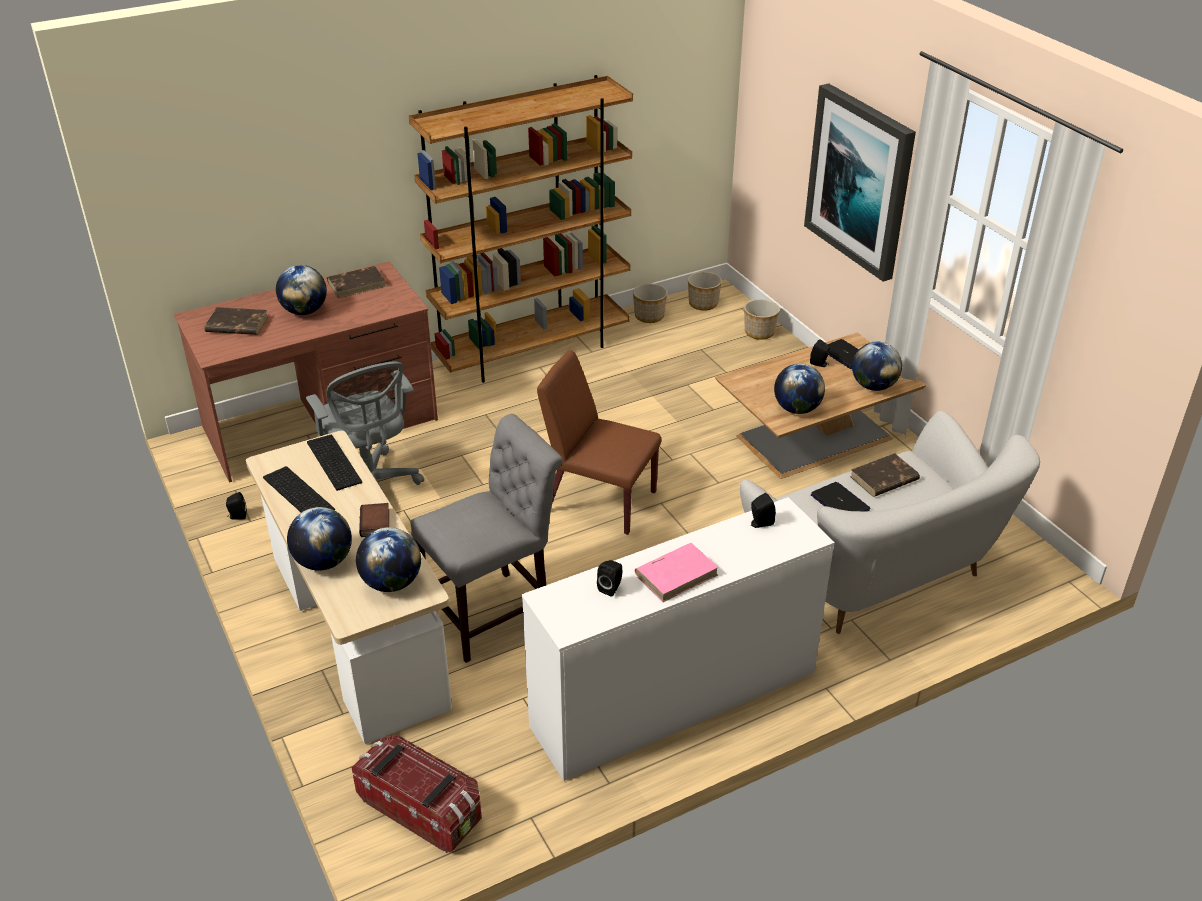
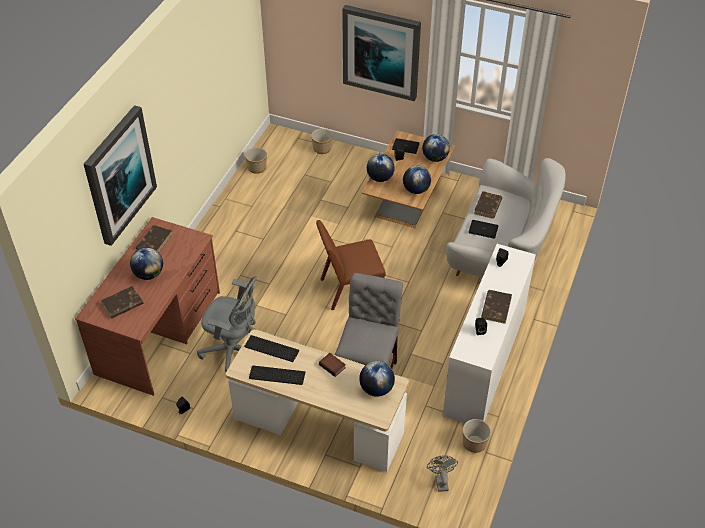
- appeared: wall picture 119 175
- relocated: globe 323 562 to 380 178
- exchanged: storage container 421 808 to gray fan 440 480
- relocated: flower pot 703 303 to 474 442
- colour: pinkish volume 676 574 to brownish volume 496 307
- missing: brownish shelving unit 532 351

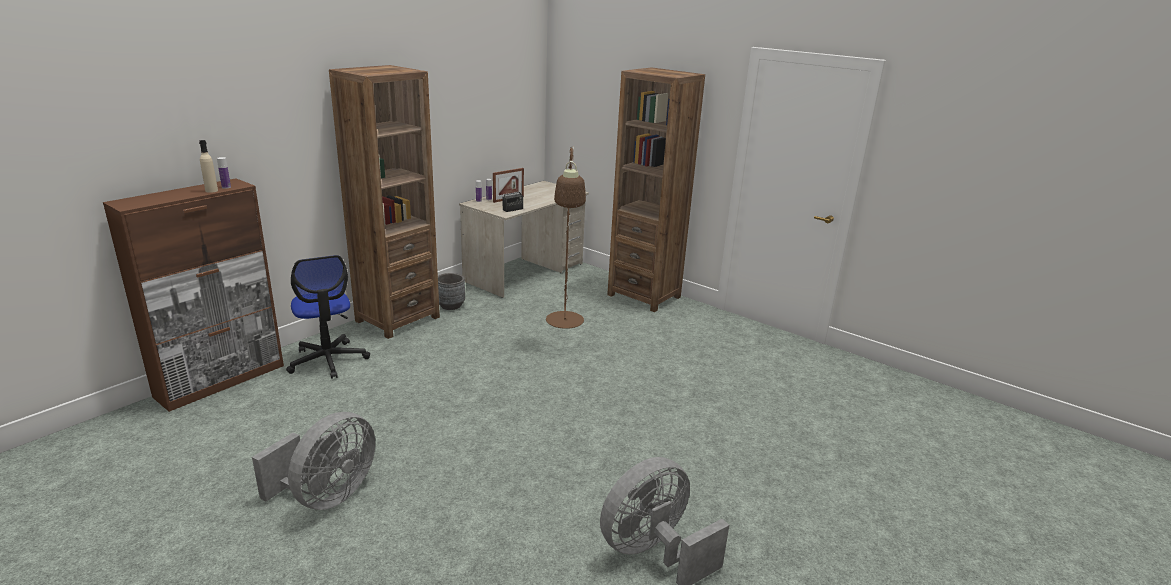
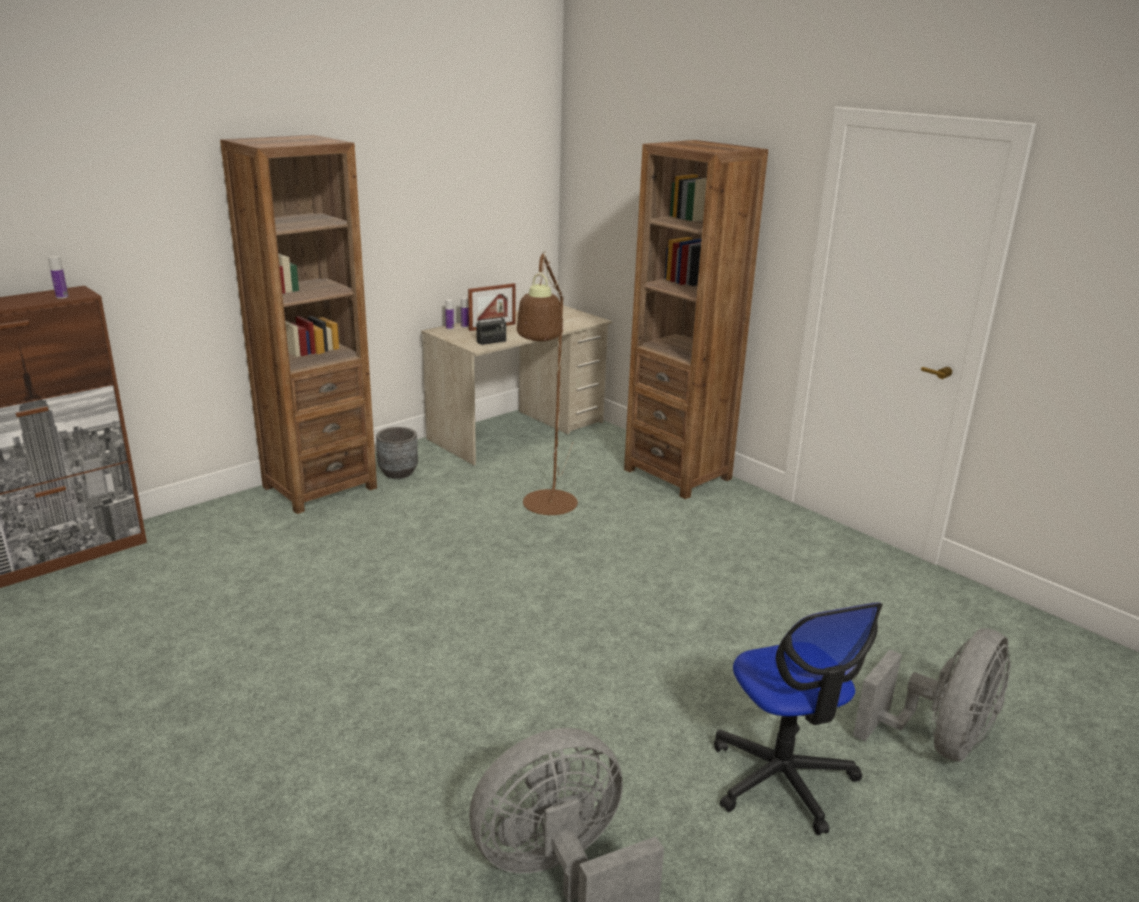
- relocated: computer chair 328 360 to 782 779
- relocated: gray fan 327 496 to 938 742
- missing: beige bottle 211 190

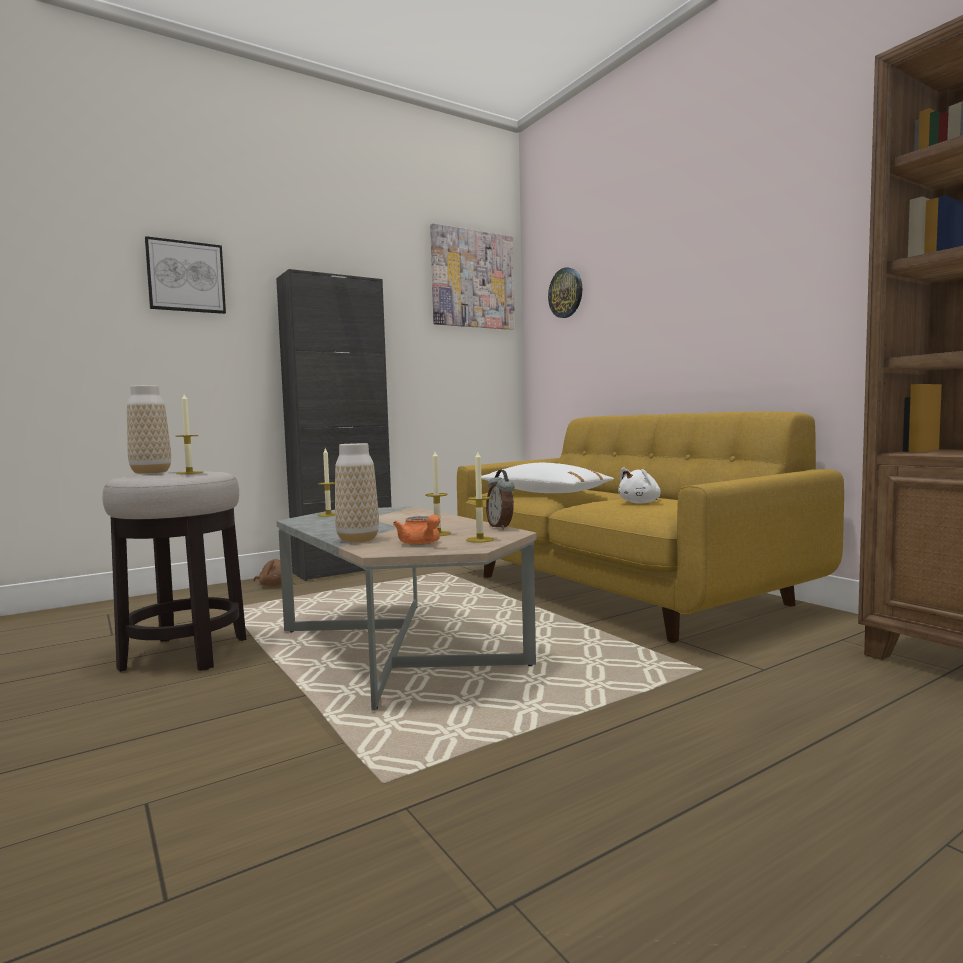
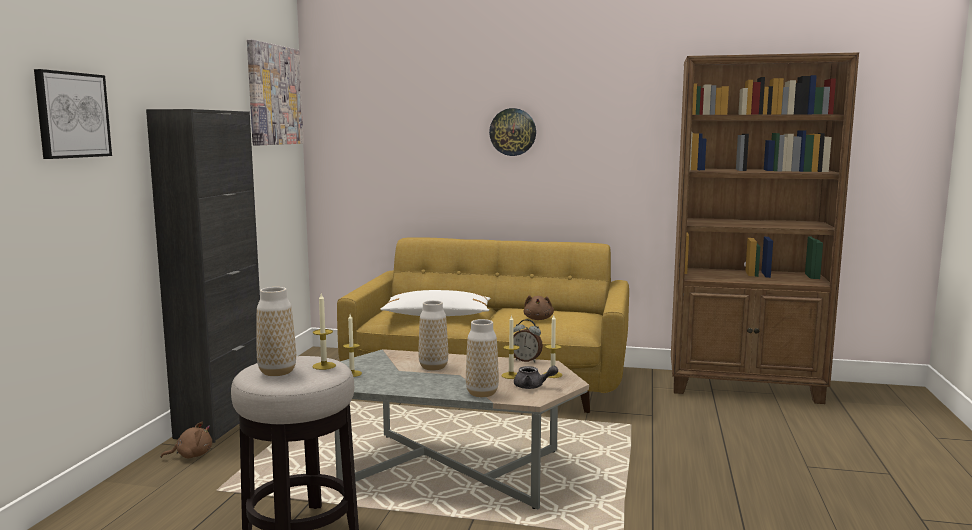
- appeared: decorative vase 433 367
- relocated: clock on the wall 566 293 to 513 132
- colour: orangey teapot 421 543 to gray teapot 533 386
- colour: white plush toy 641 503 to brownish plush toy 538 319

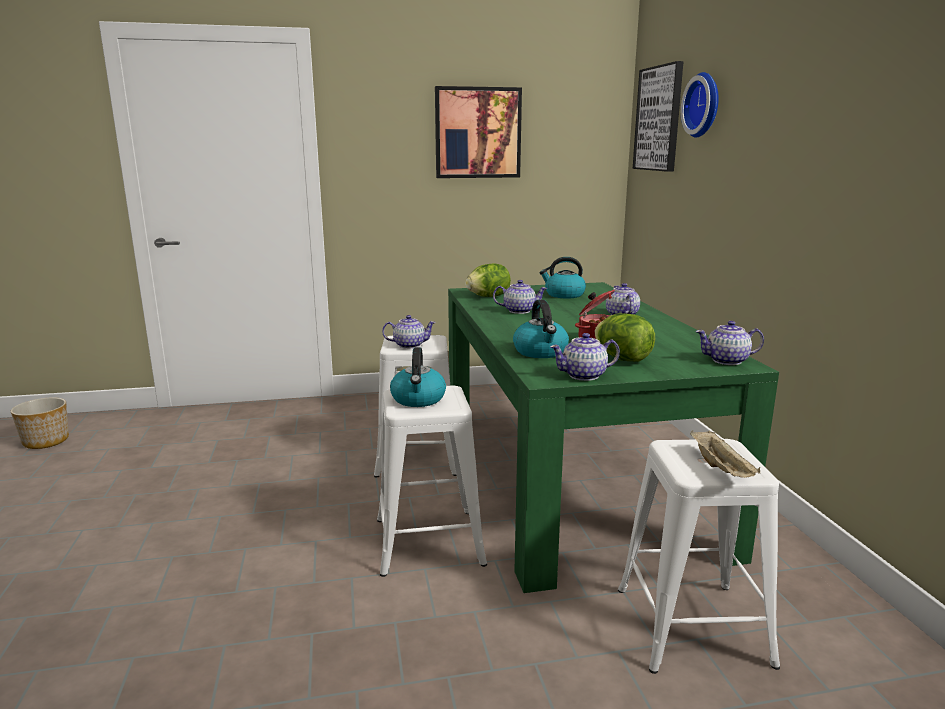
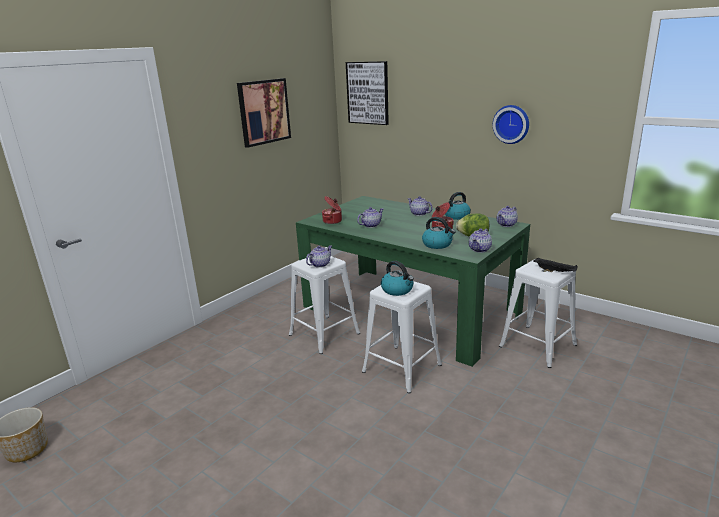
- exchanged: lettuce head 488 297 to saucepot 333 221
- relocated: kettle 564 295 to 456 216
- relocated: clock on the wall 704 105 to 511 124
- colour: beige carrying tray 721 469 to black-coloured carrying tray 555 271

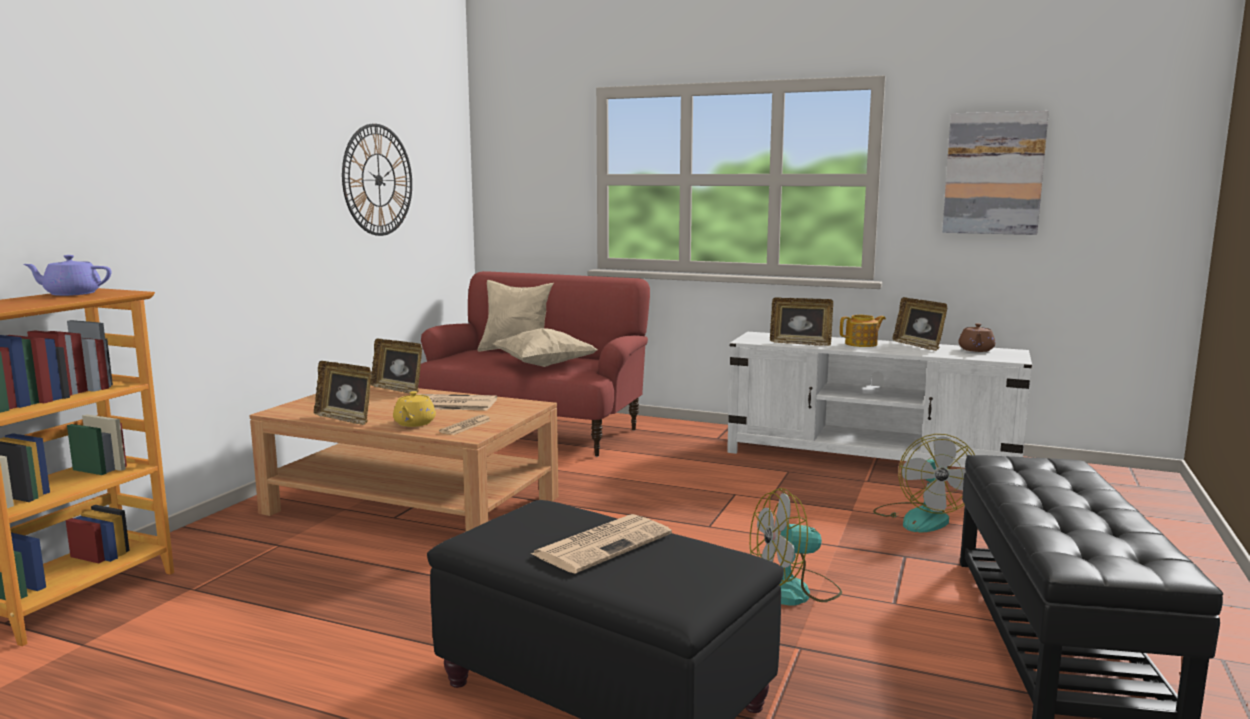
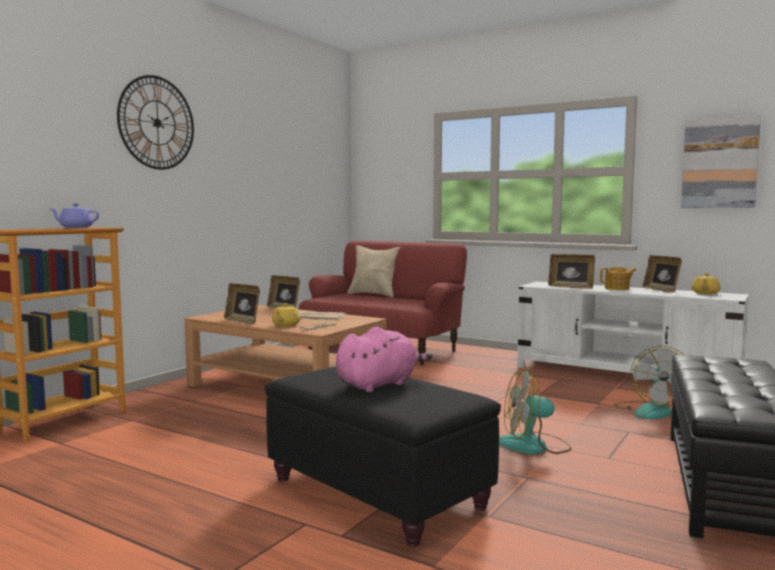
- relocated: clock on the wall 378 180 to 157 123
- exchanged: daily paper 603 544 to pinkish plush toy 379 384
- colour: brownish teapot 976 350 to yellow-coloured teapot 705 293
- missing: beige pillow 544 365

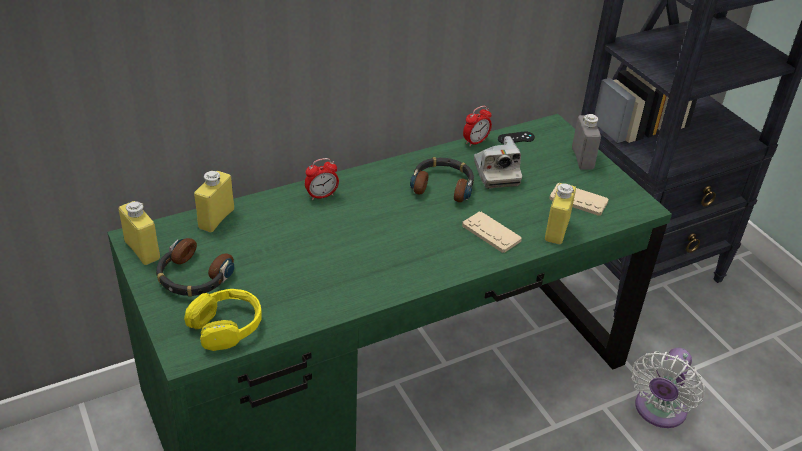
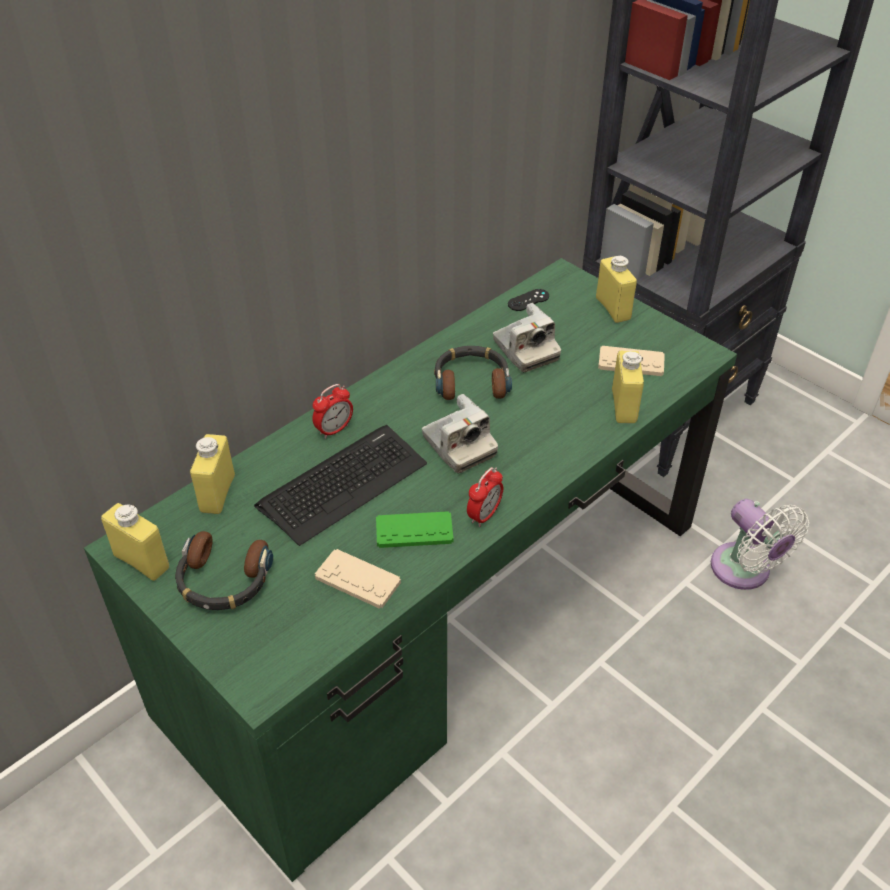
- appeared: keyboard 343 484
- relocated: beige game controller 491 233 to 357 579
- appeared: green-coloured game controller 414 531
- appeared: photo camera 459 446
- relocated: table clock 475 142 to 484 515
- colour: gray bottle 582 158 to yellow-coloured bottle 613 308
- spun: white fan 658 411 = 744 571 45 degrees counterclockwise
- missing: yellow-coloured headset 226 327

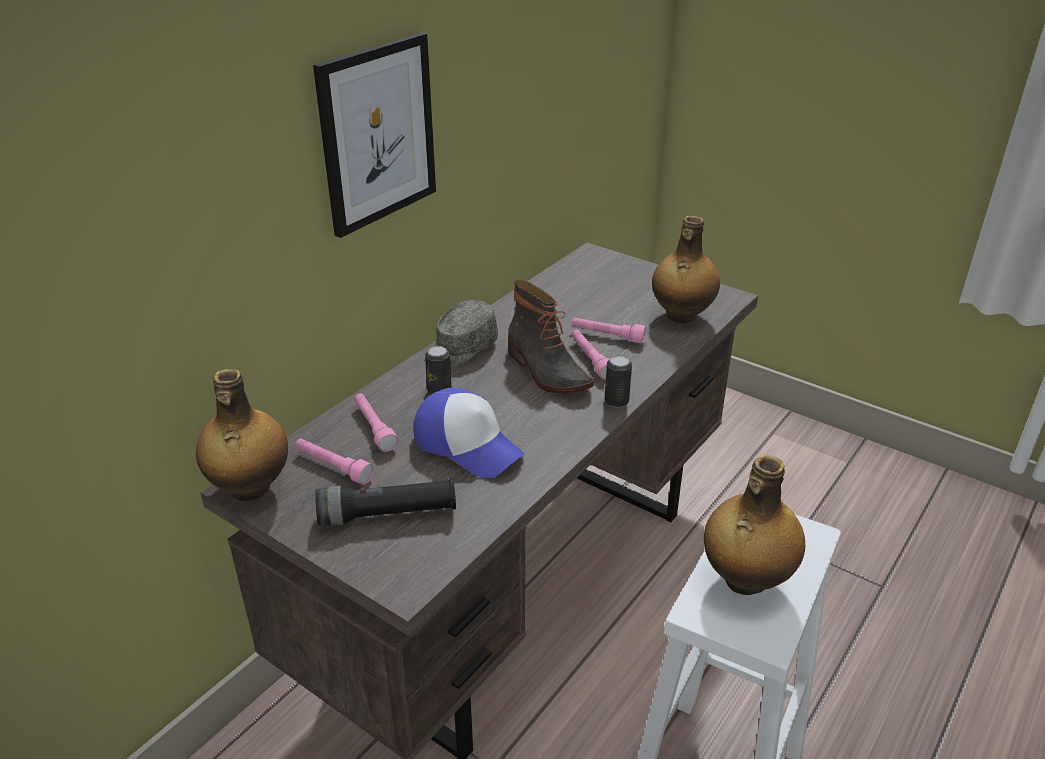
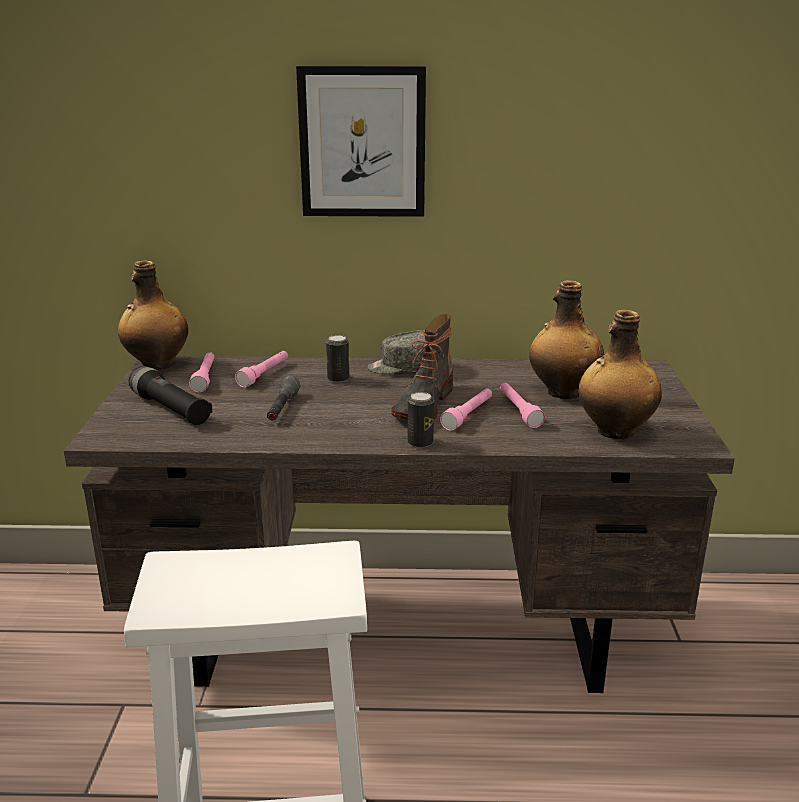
- exchanged: cap 468 445 to gray torch 282 408
- relocated: bottle 744 580 to 562 392

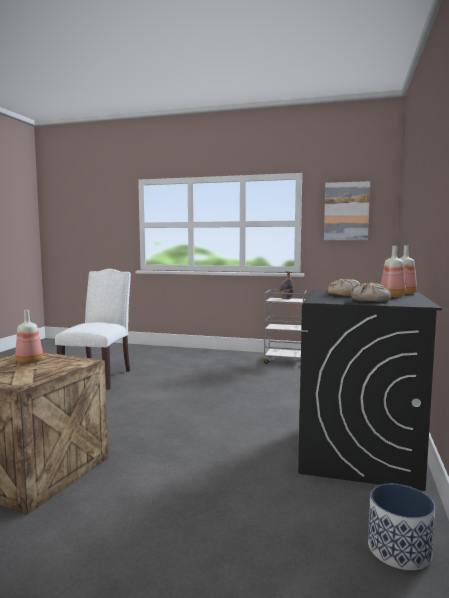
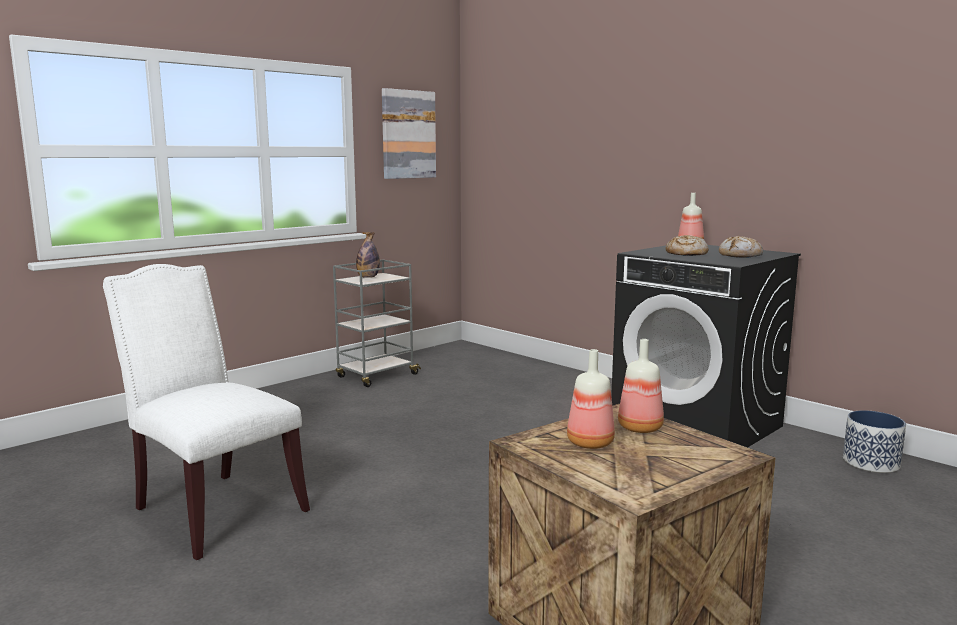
- relocated: bottle 393 296 to 640 427

